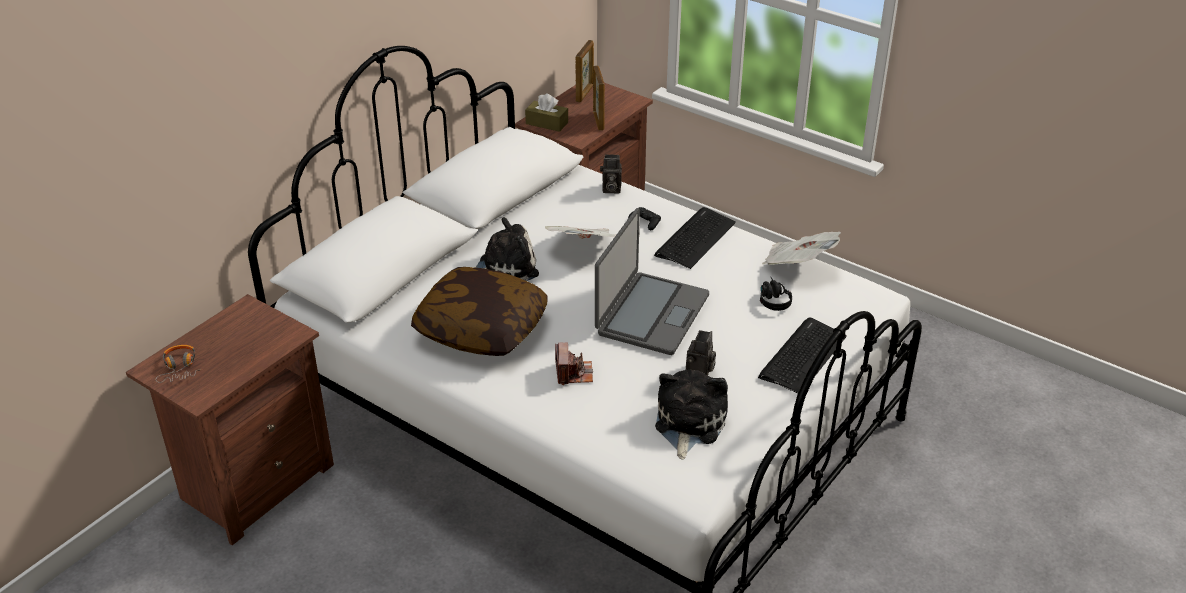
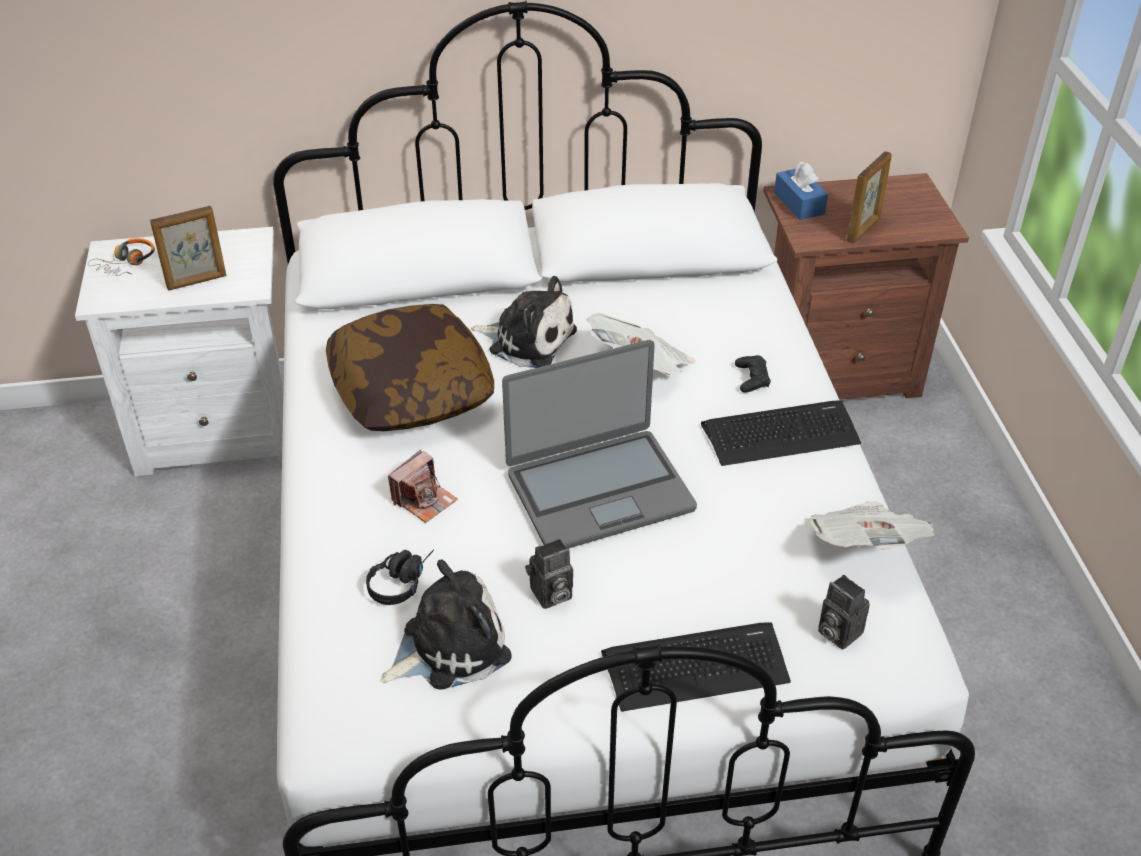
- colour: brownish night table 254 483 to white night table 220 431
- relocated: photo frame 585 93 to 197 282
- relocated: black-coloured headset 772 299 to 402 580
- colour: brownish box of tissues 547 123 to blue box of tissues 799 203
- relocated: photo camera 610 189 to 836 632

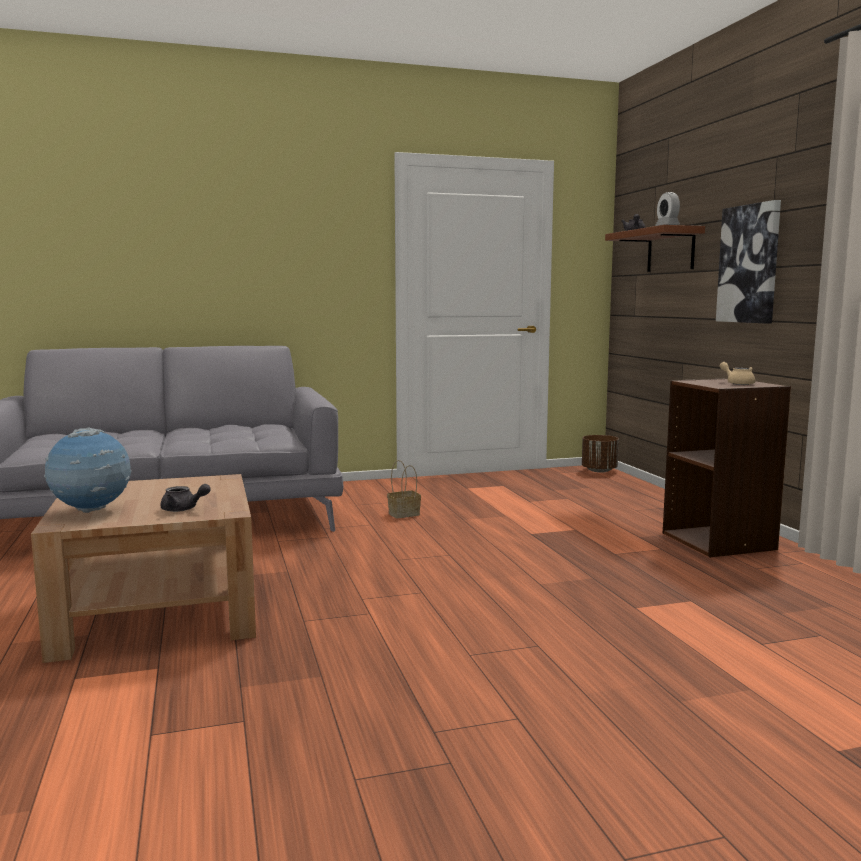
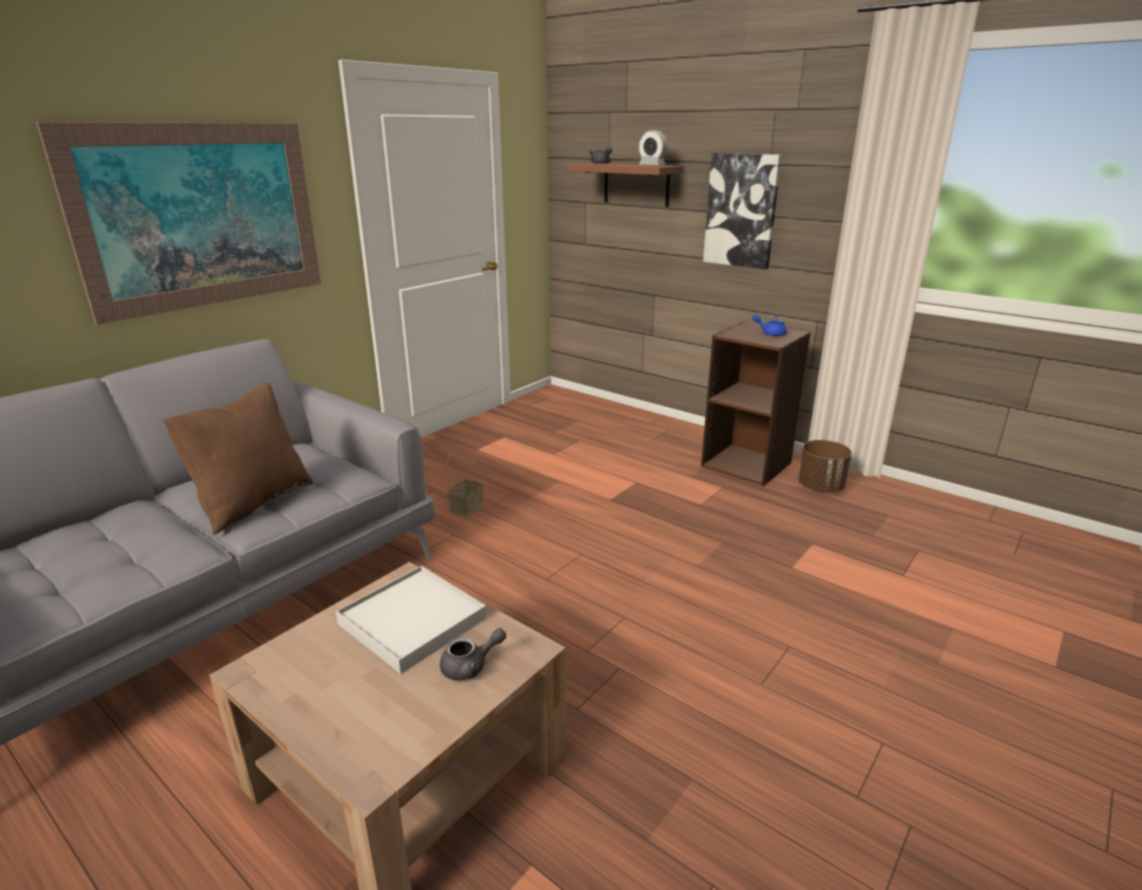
- appeared: wall picture 201 216
- appeared: brownish pillow 252 503
- appeared: white carrying tray 412 621
- colour: beige teapot 738 383 to blue teapot 770 333
- relocated: brownish flower pot 599 470 to 820 487
- missing: globe 91 512

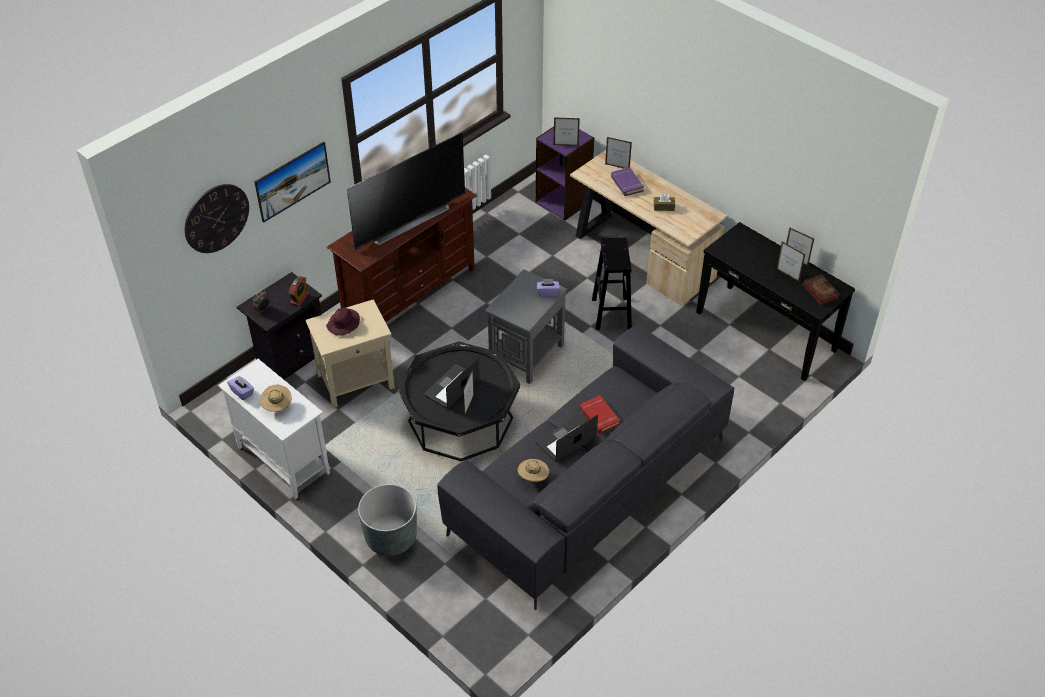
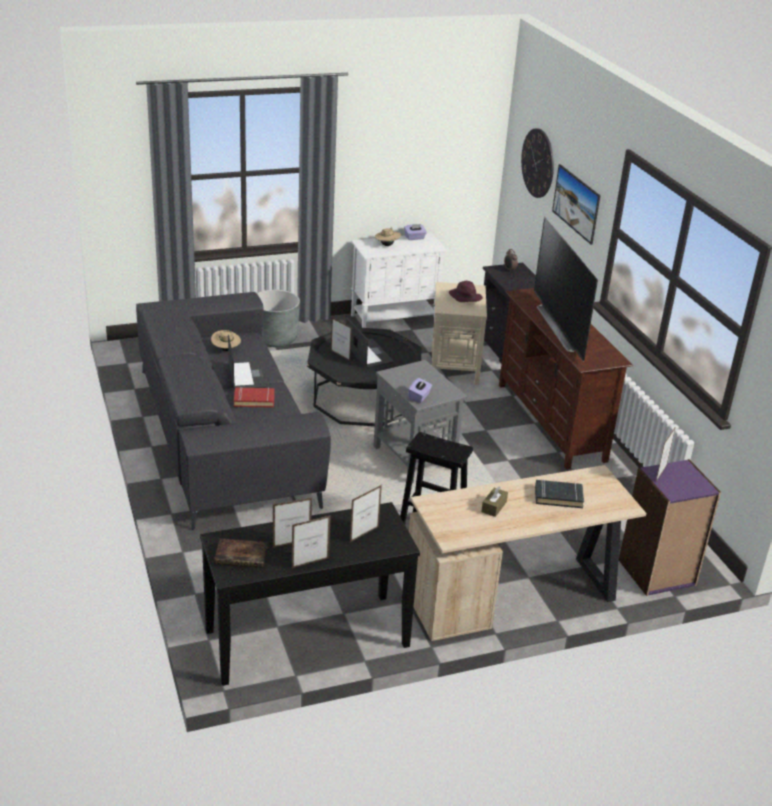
- relocated: photo frame 617 167 to 364 534
- colour: purplish volume 626 184 to black-coloured volume 558 497
- missing: table clock 299 298

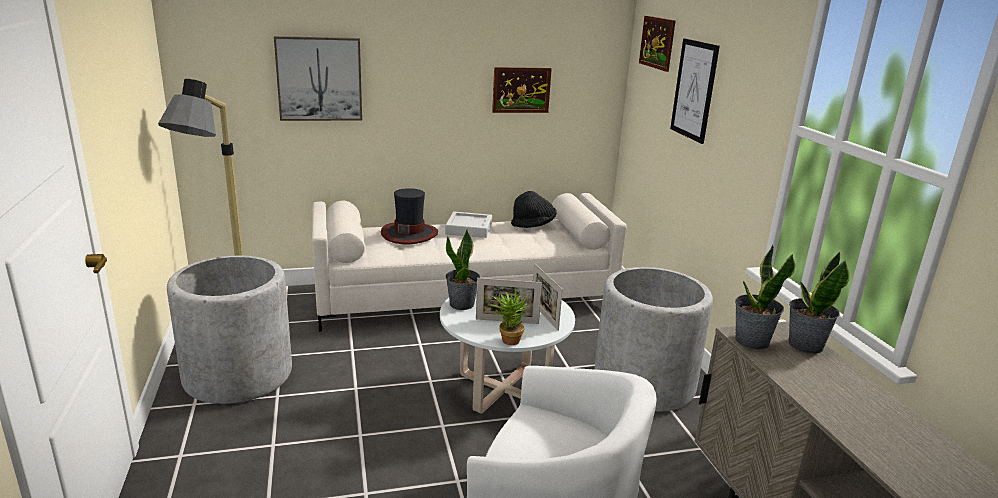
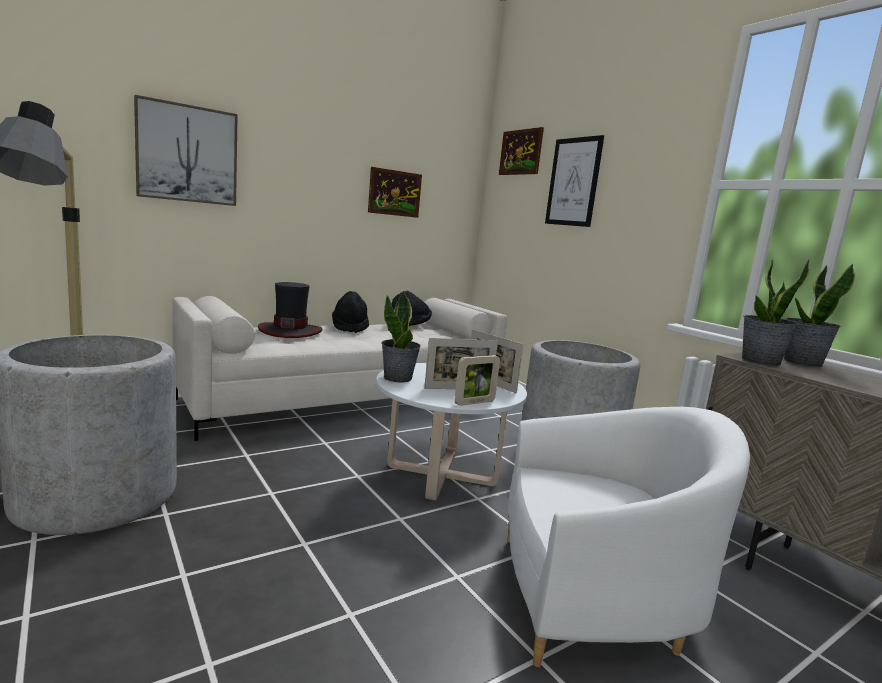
- exchanged: gray carrying tray 469 229 to black-coloured hat 350 328
- exchanged: plant in a pot 507 339 to photo frame 474 402

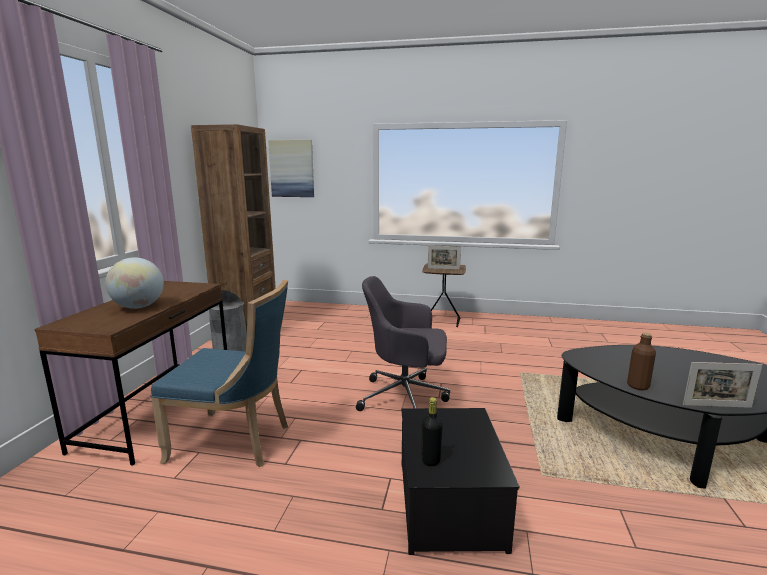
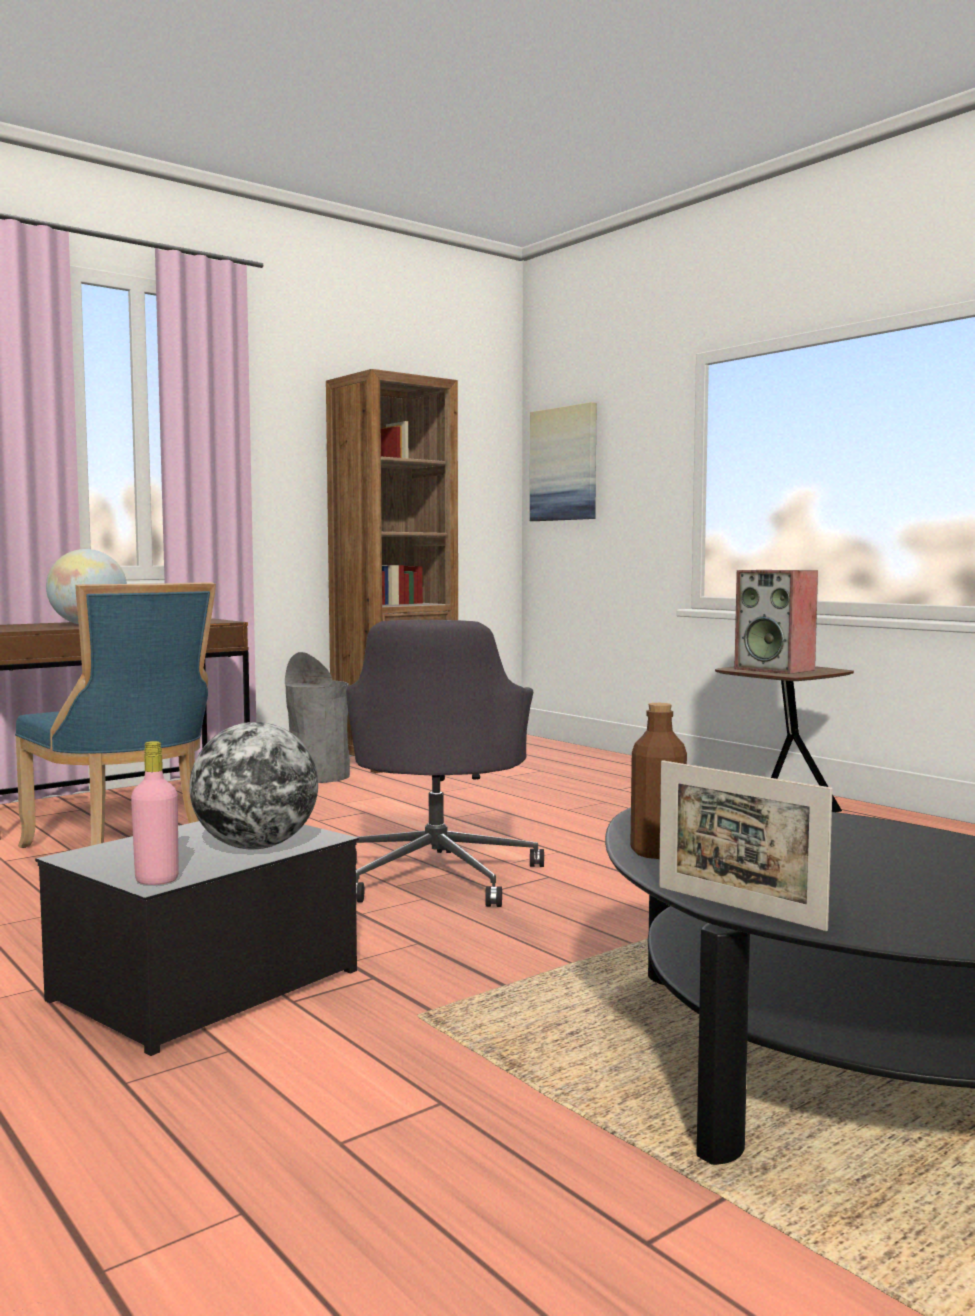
- appeared: pinkish bottle 157 880
- appeared: globe 256 847
- spun: gray computer chair 405 398 = 438 876 135 degrees counterclockwise
- exchanged: photo frame 443 268 to loudspeaker 776 669
- missing: black-coloured bottle 430 460

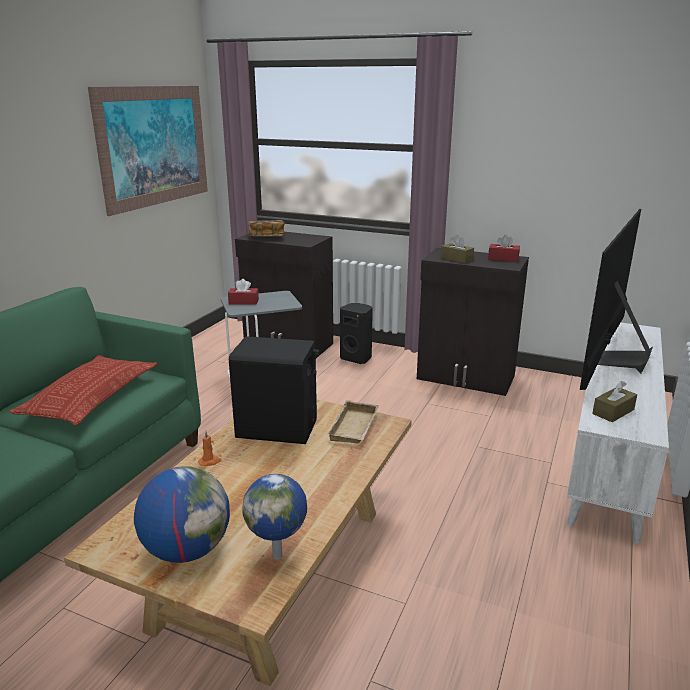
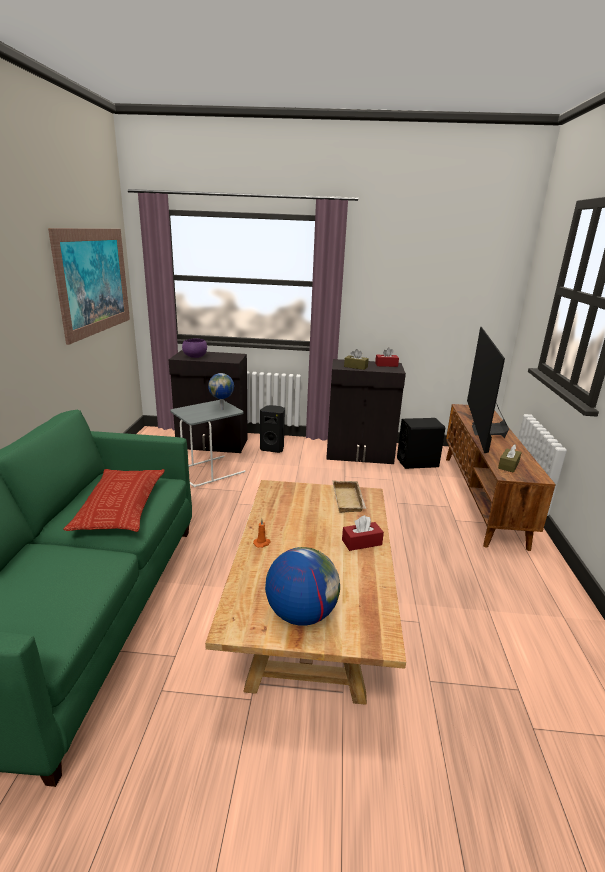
- exchanged: volume 266 237 to purplish deep dish 195 357
- relocated: globe 278 555 to 222 409
- relocated: reddish box of tissues 243 302 to 361 542
- relocated: black-coloured loudspeaker 277 428 to 417 462
- colour: white media console 610 458 to brownish media console 482 497

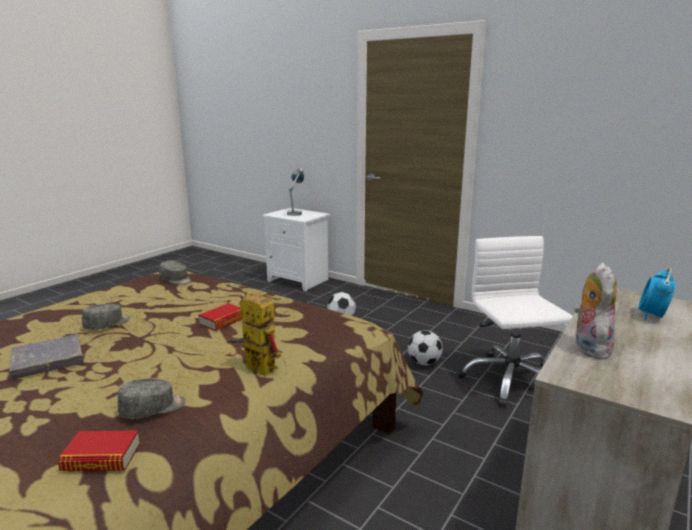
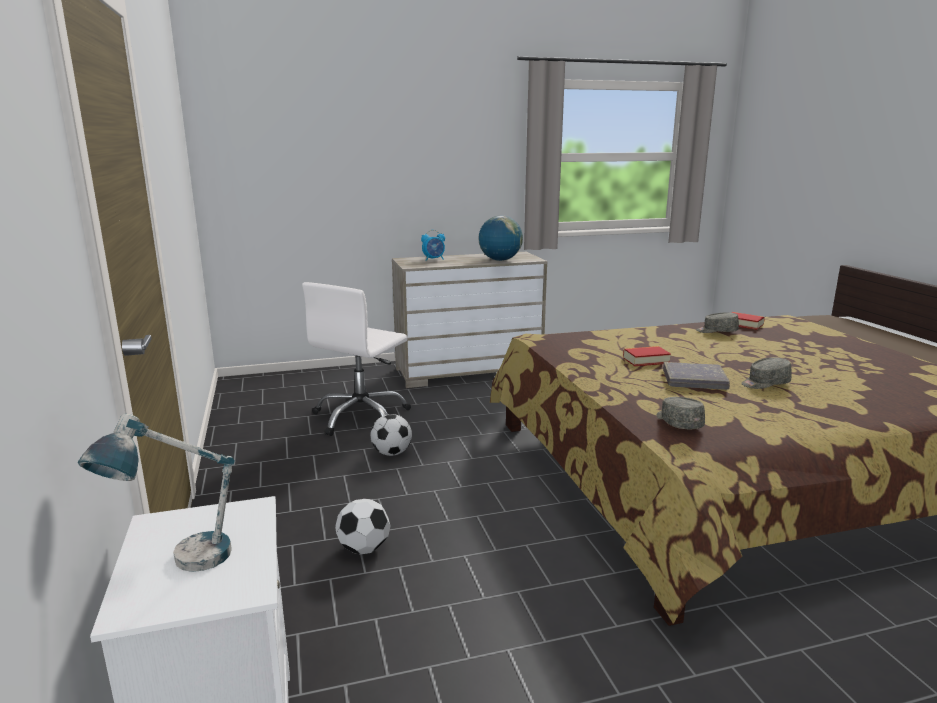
- exchanged: plush toy 588 347 to globe 500 260
- relocated: gray volume 48 360 to 694 380
- missing: robot figure 254 367

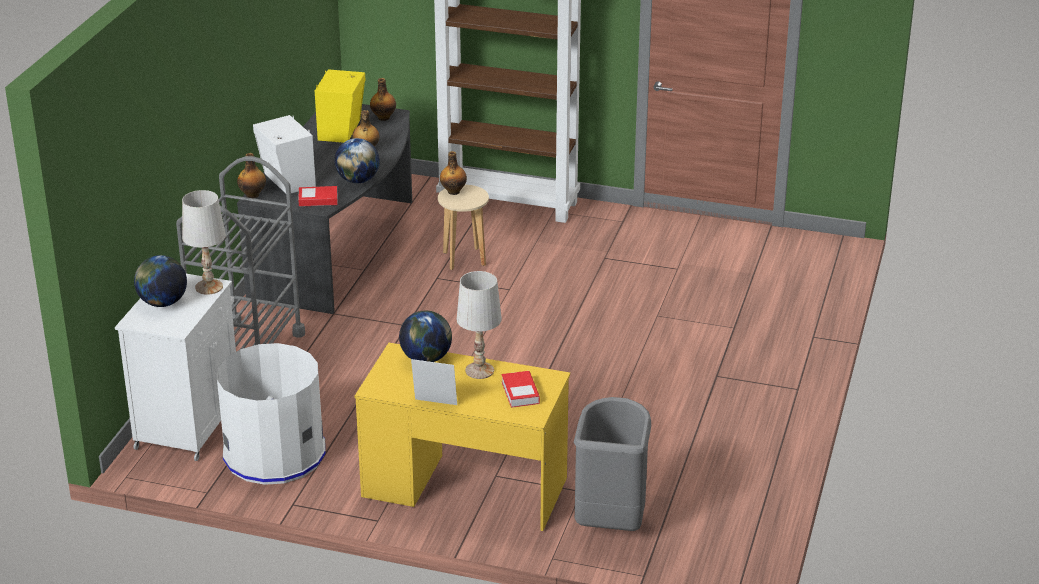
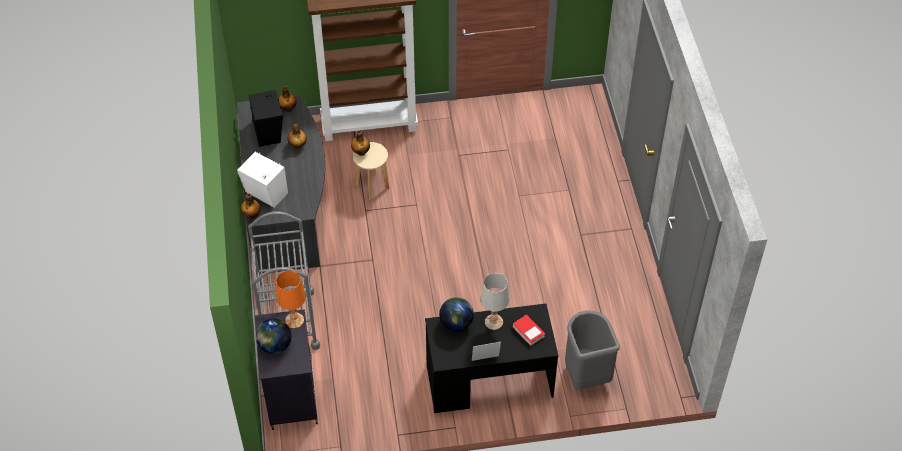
- colour: yellow-coloured loudspeaker 342 130 to black-coloured loudspeaker 268 131
- colour: white cabinet 189 423 to black-coloured cabinet 291 394
- colour: white tabletop lamp 208 287 to orangey tabletop lamp 294 320
- colour: yellow-coloured desk unit 464 487 to black-coloured desk unit 489 381
- missing: white trash can 274 454
- missing: volume 318 200
- missing: globe 358 180

